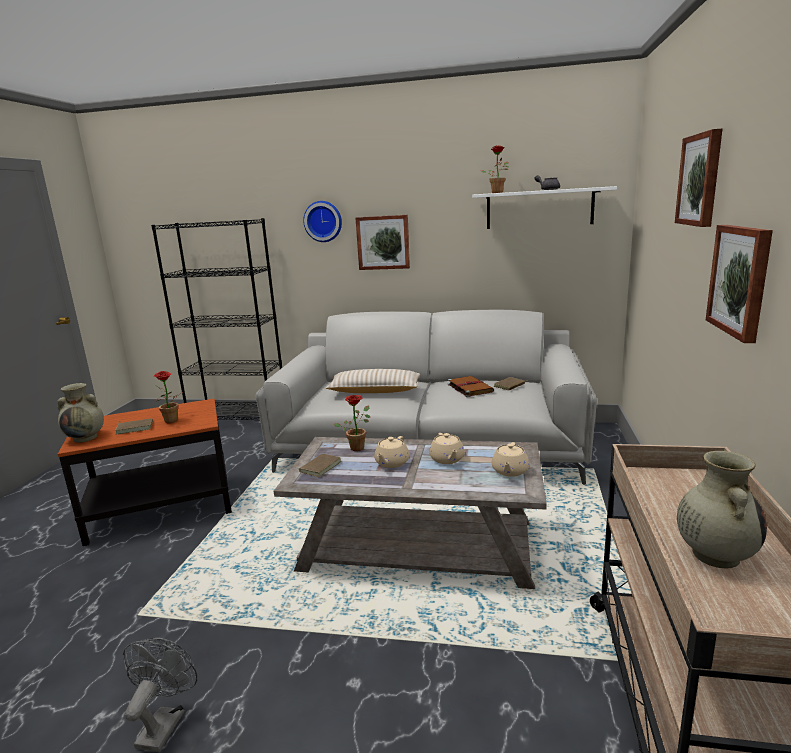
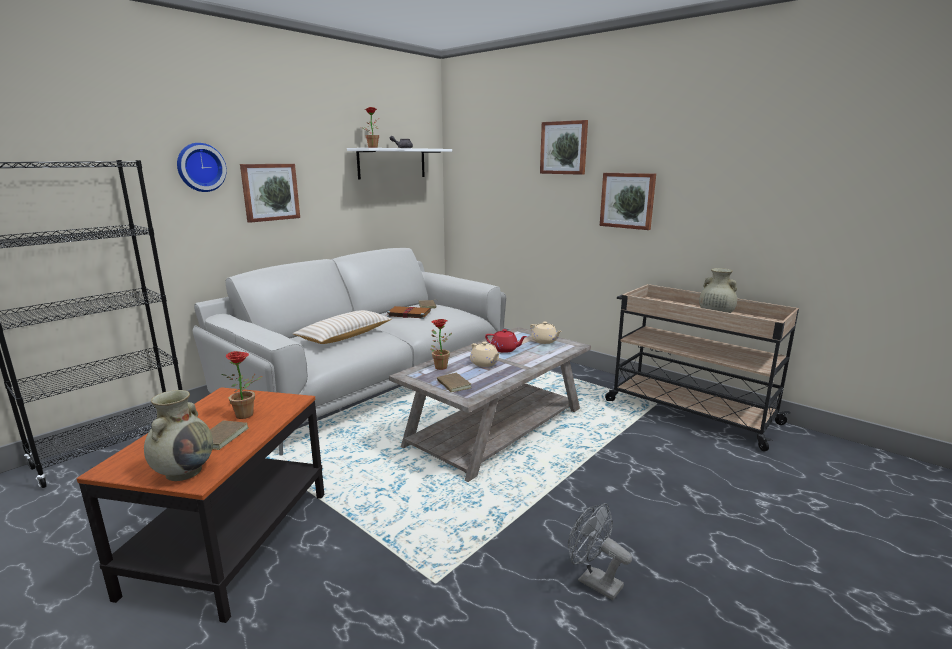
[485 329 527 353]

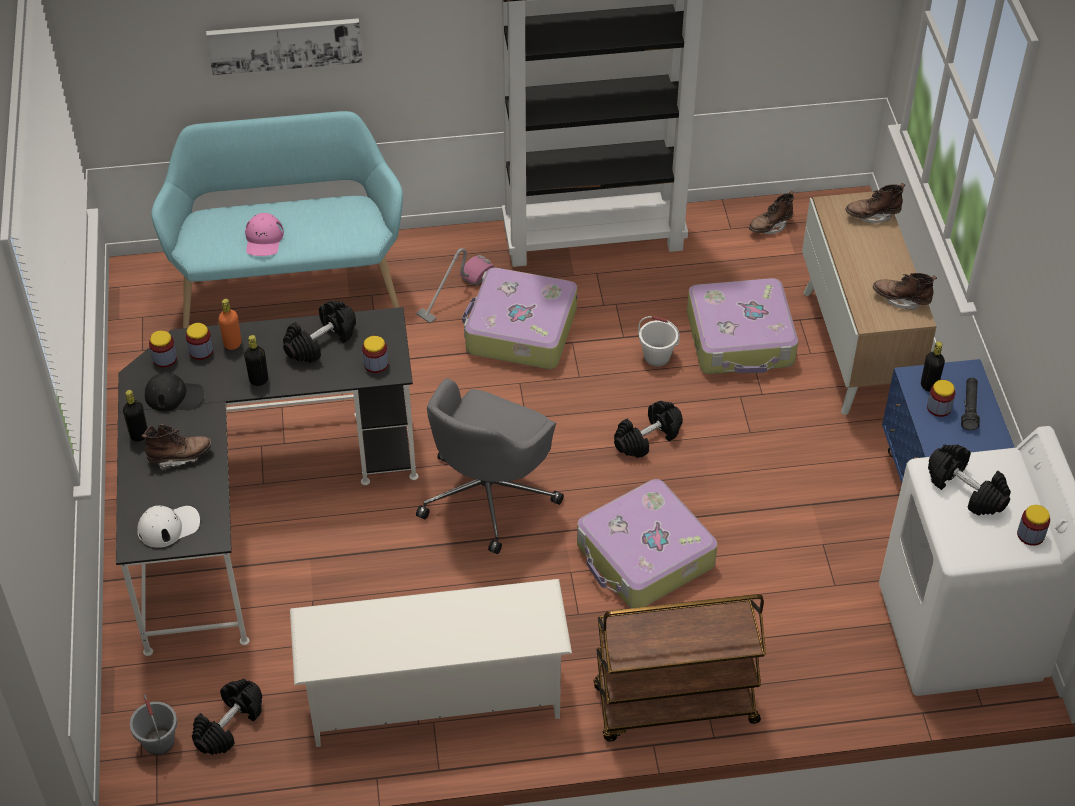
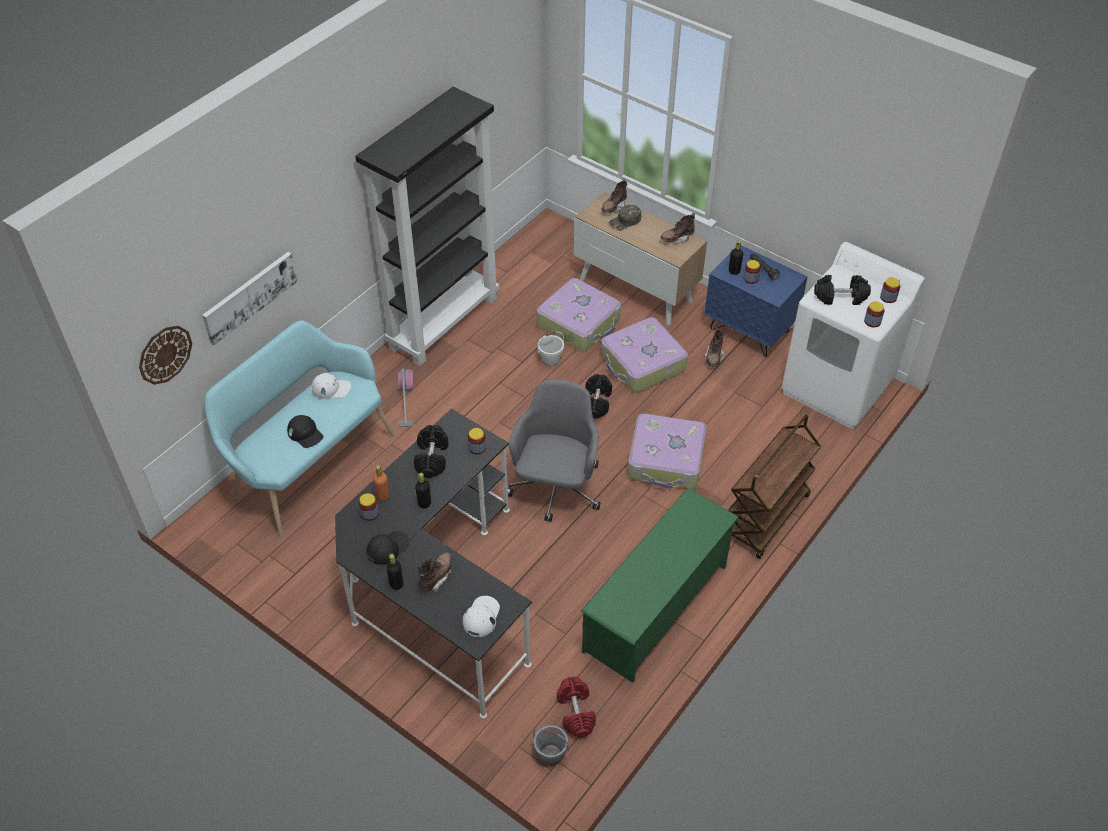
[139 326 192 385]
[287 415 324 448]
[311 373 351 399]
[508 380 600 522]
[557 677 596 738]
[581 488 739 683]
[601 317 688 393]
[609 205 641 231]
[704 328 724 367]
[864 302 884 328]

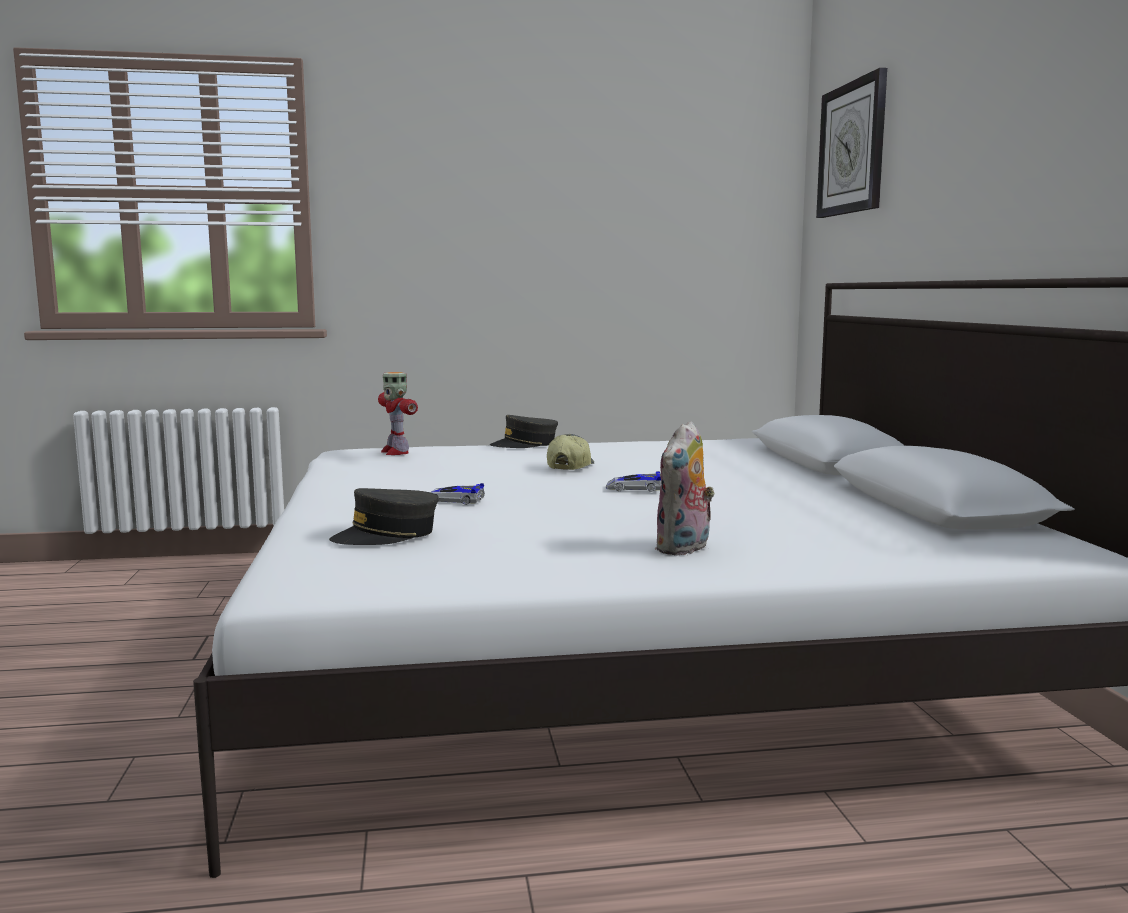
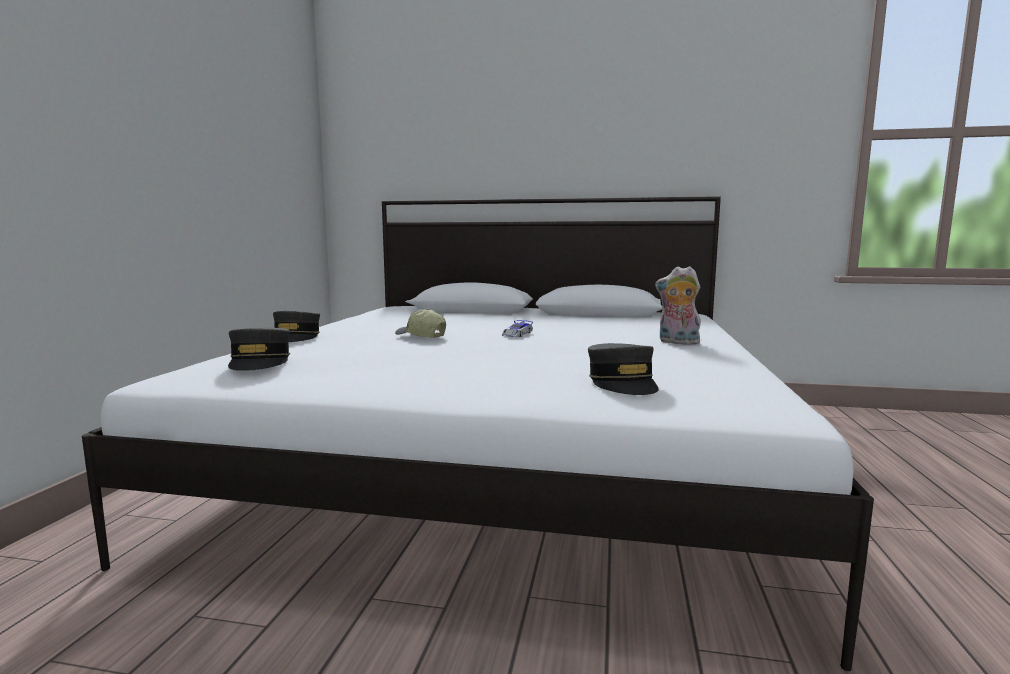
[228 328 290 371]
[655 266 701 345]
[430 483 485 505] (first image)
[816 68 887 218] (first image)

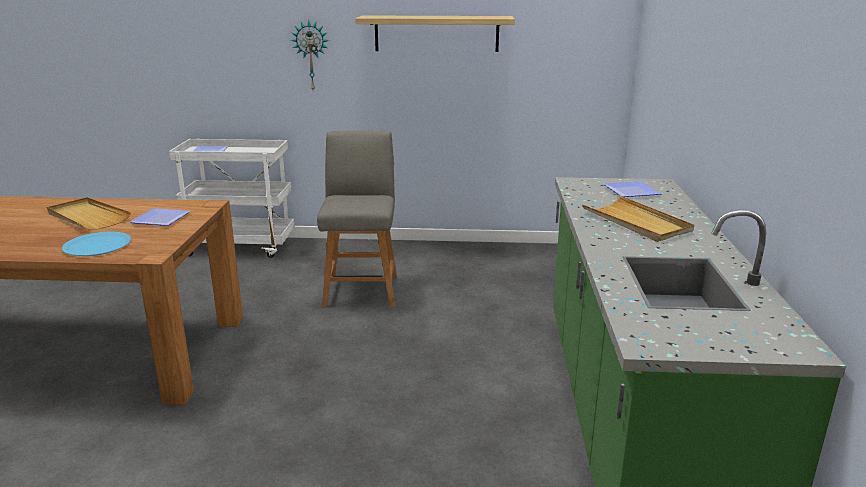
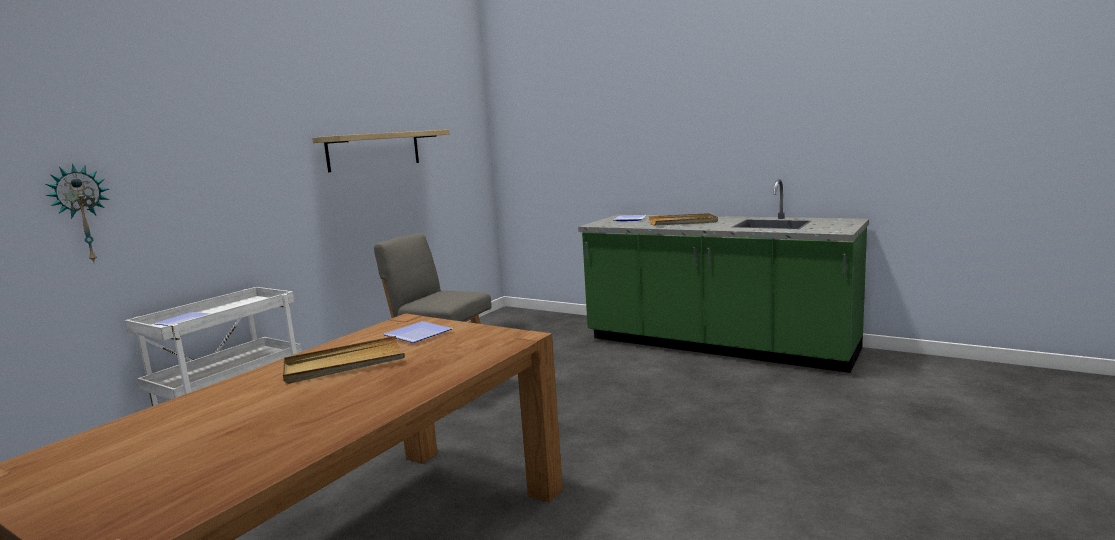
[45 164 110 264]
[62 232 131 256] (first image)

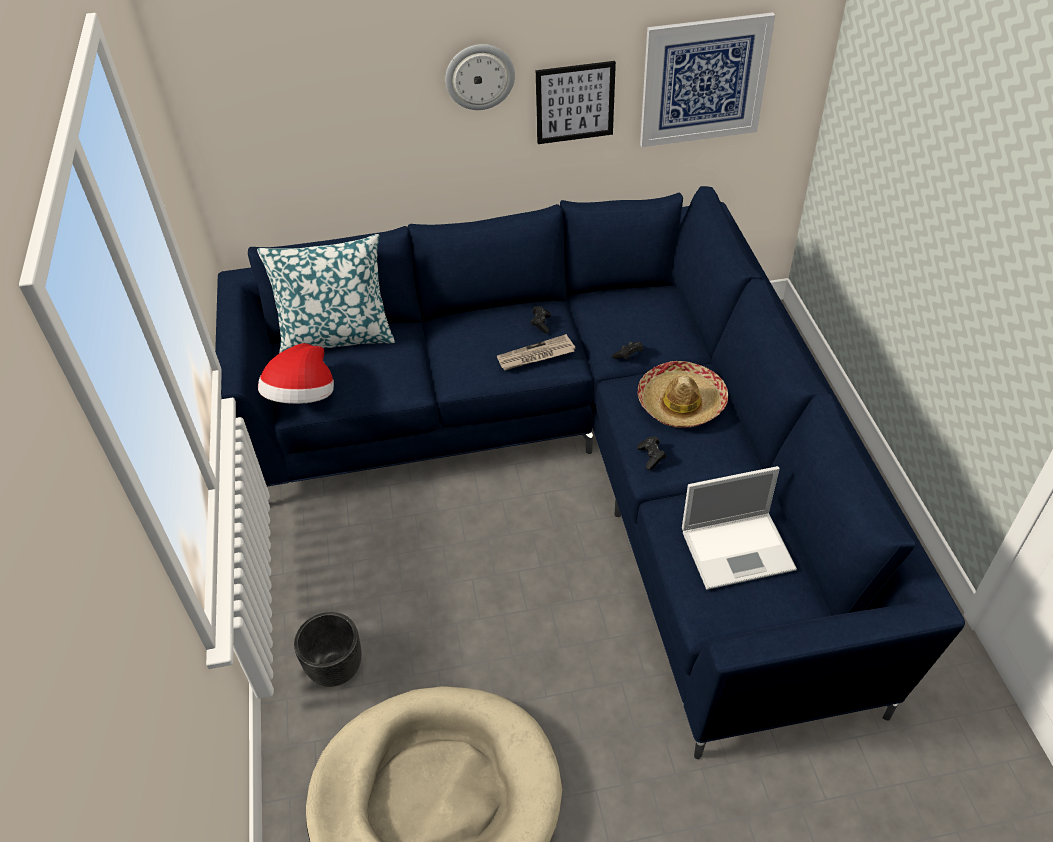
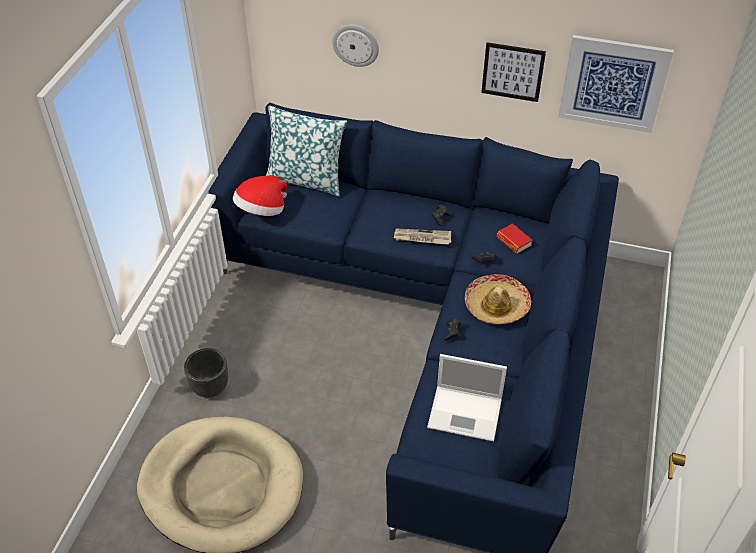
[332 24 379 67]
[496 223 533 254]

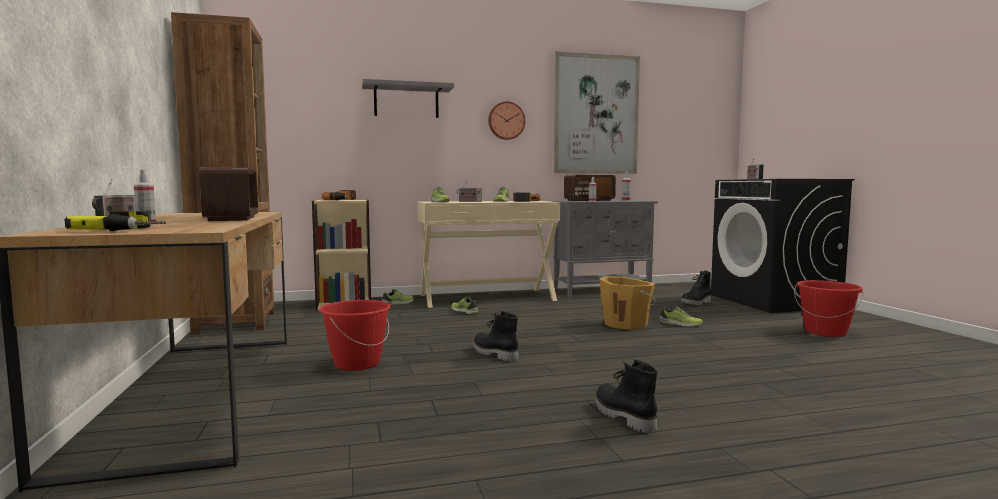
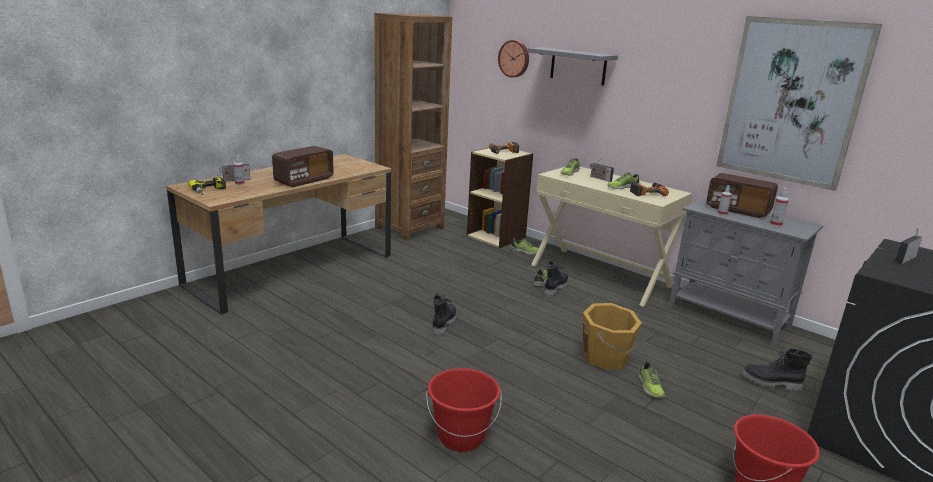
[426 368 502 452]
[498 40 529 78]
[544 260 568 296]

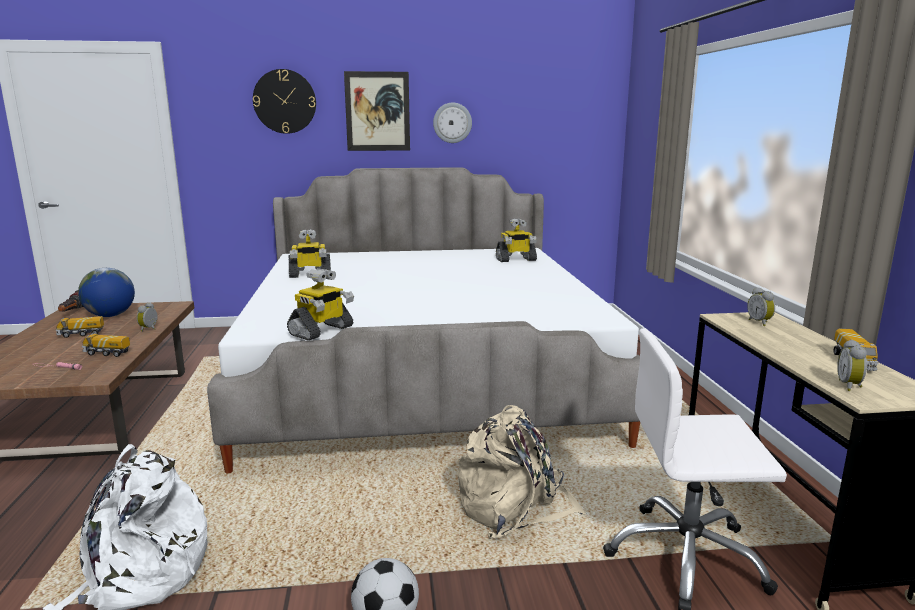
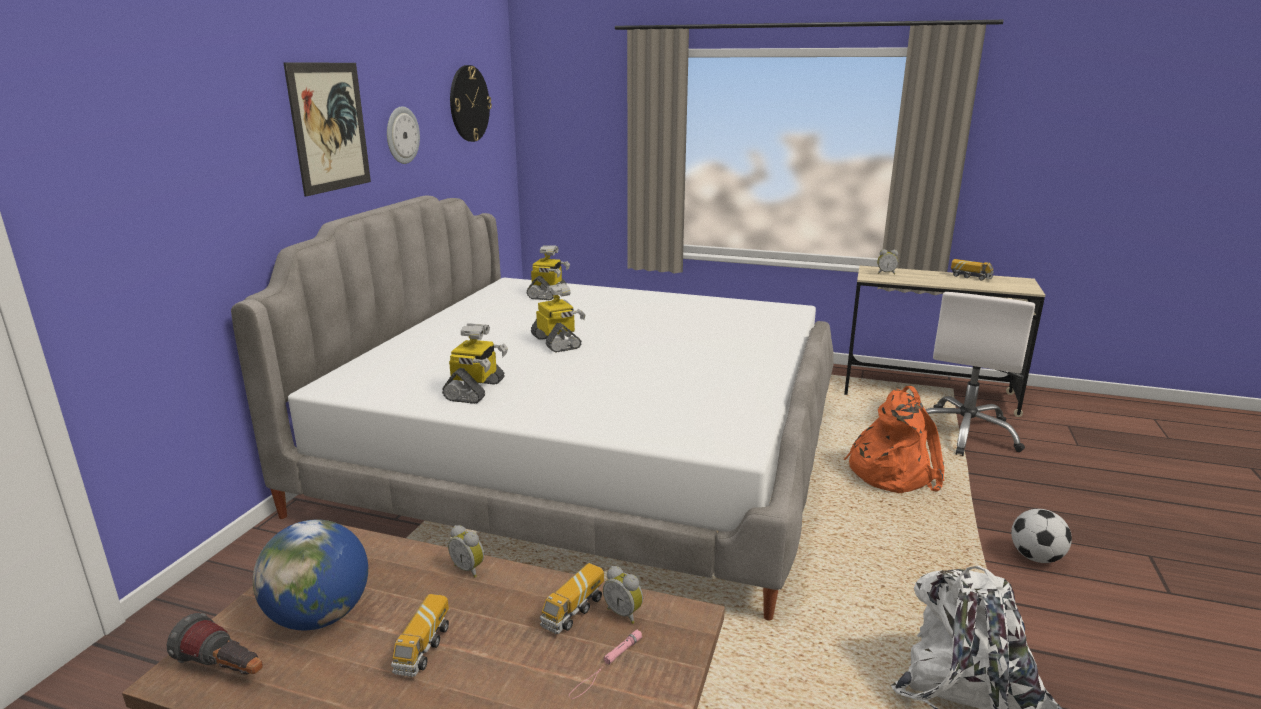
[450 65 492 142]
[531 283 585 352]
[603 566 643 624]
[844 386 944 493]

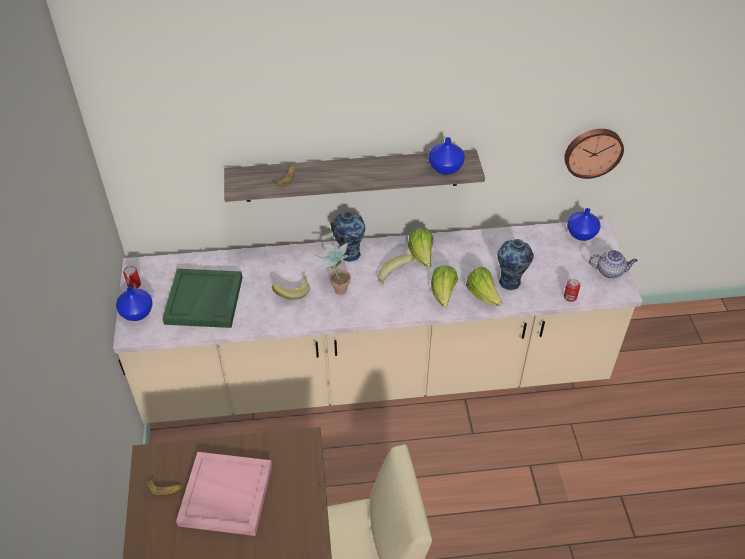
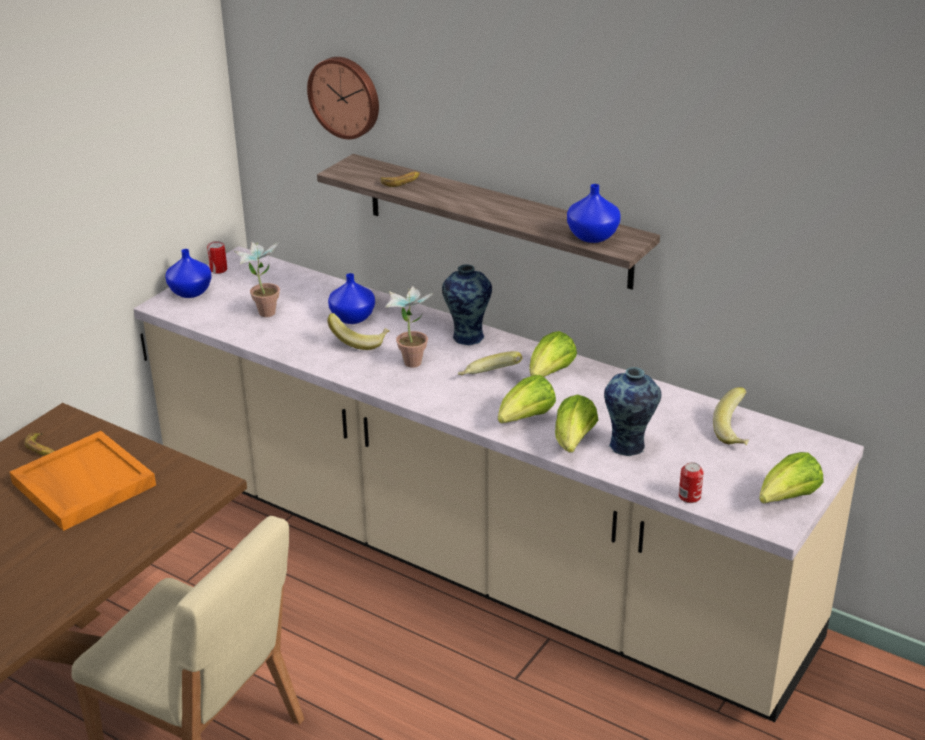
[10 431 156 531]
[233 241 280 317]
[307 57 379 139]
[328 273 375 324]
[713 387 749 445]
[759 452 824 504]

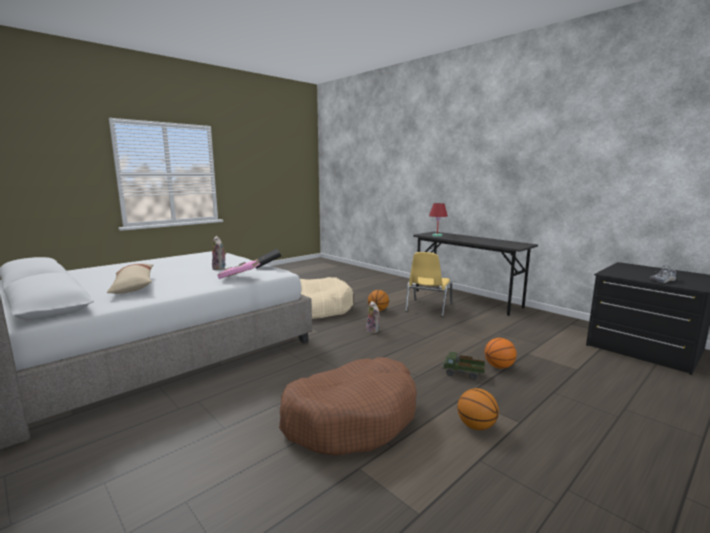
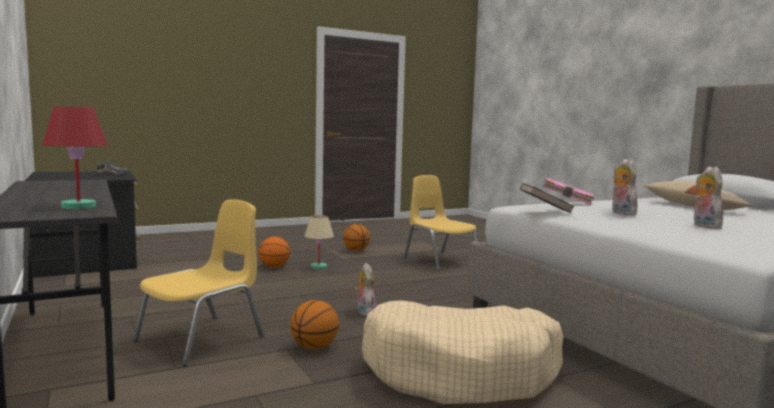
[305 215 334 269]
[404 175 477 270]
[694 166 723 229]

